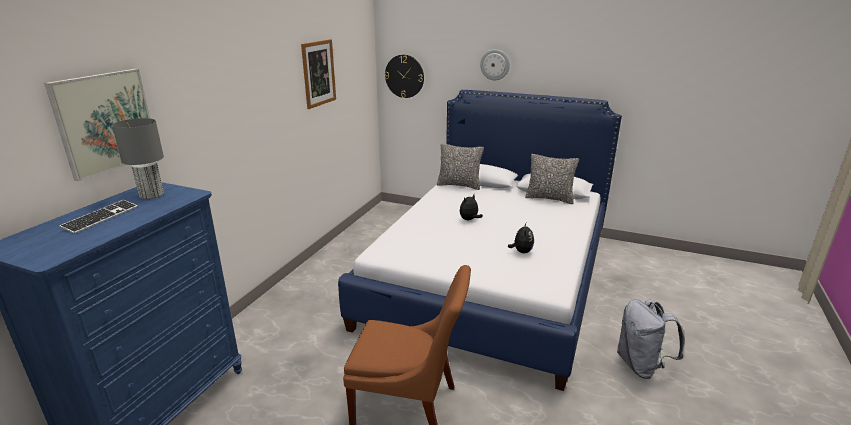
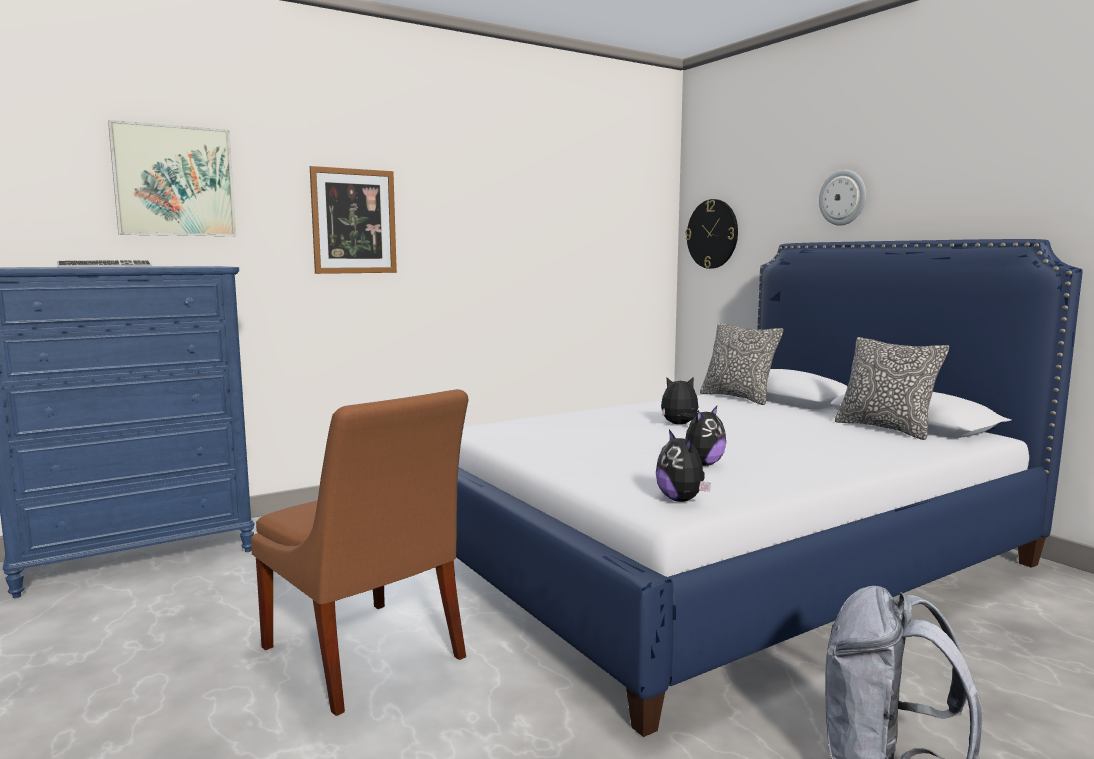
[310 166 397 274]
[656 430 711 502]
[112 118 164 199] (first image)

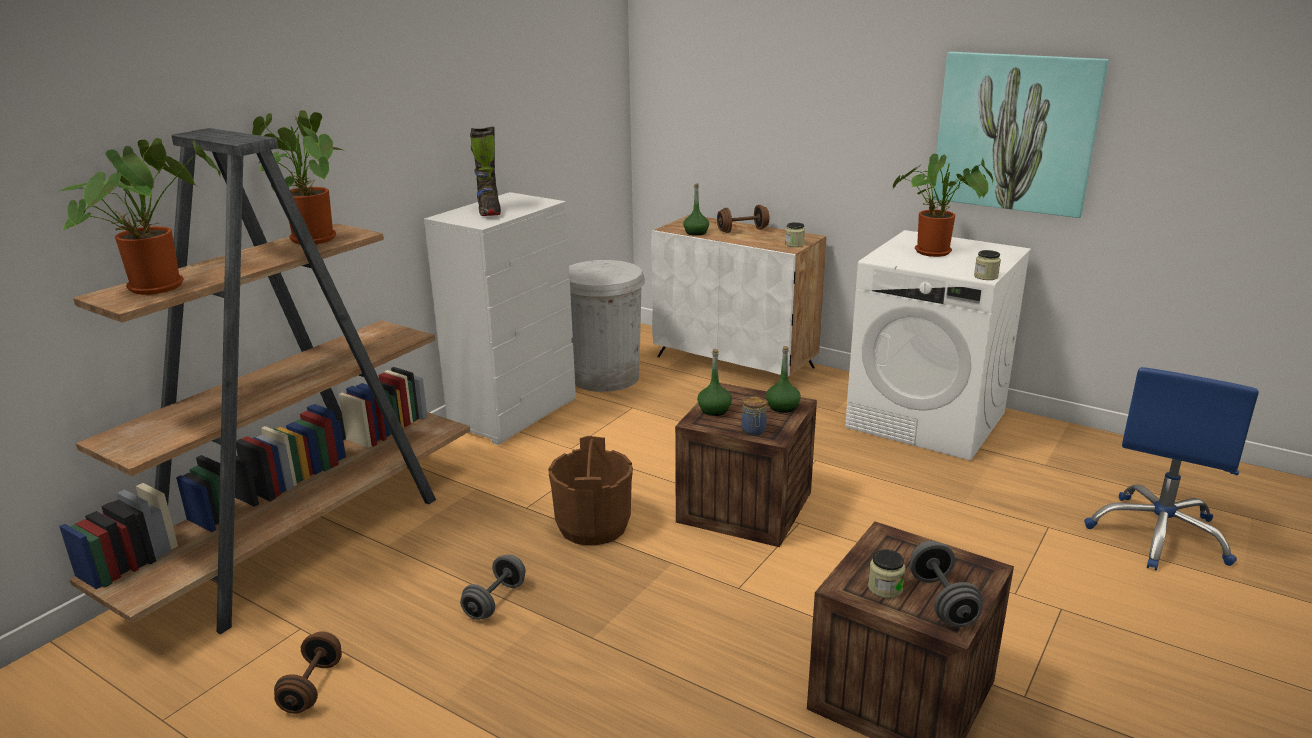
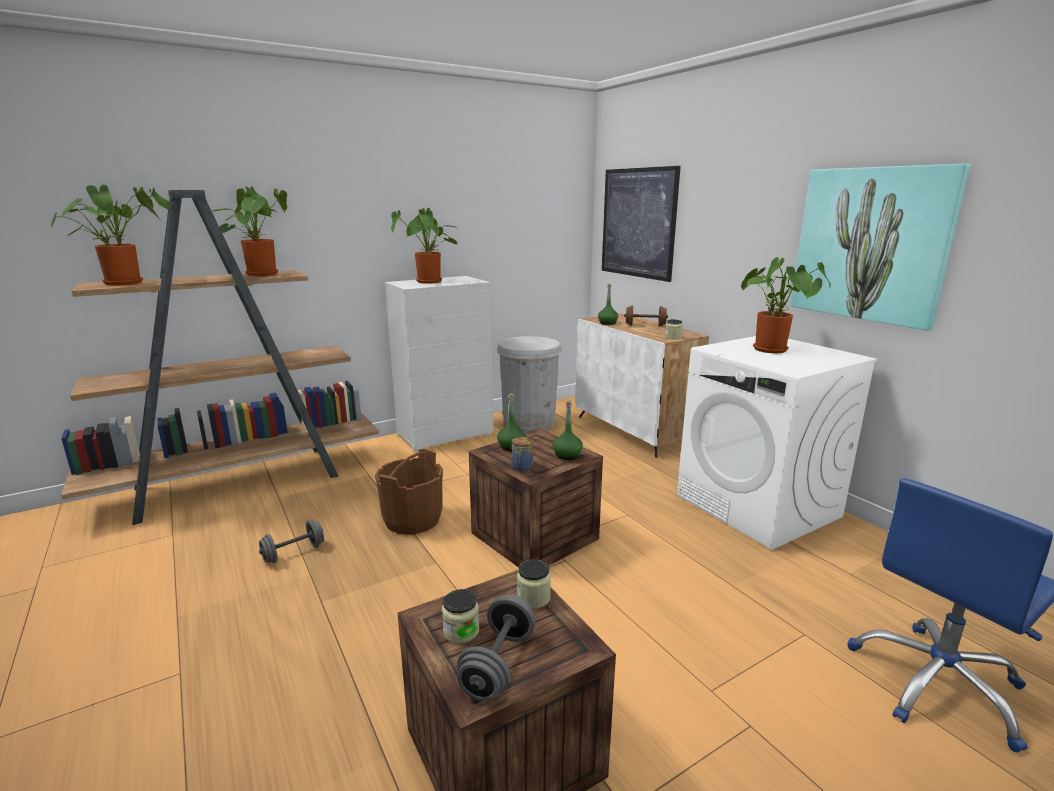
[391 207 458 284]
[517 560 551 608]
[602 166 681 282]
[274 631 342 714] (first image)

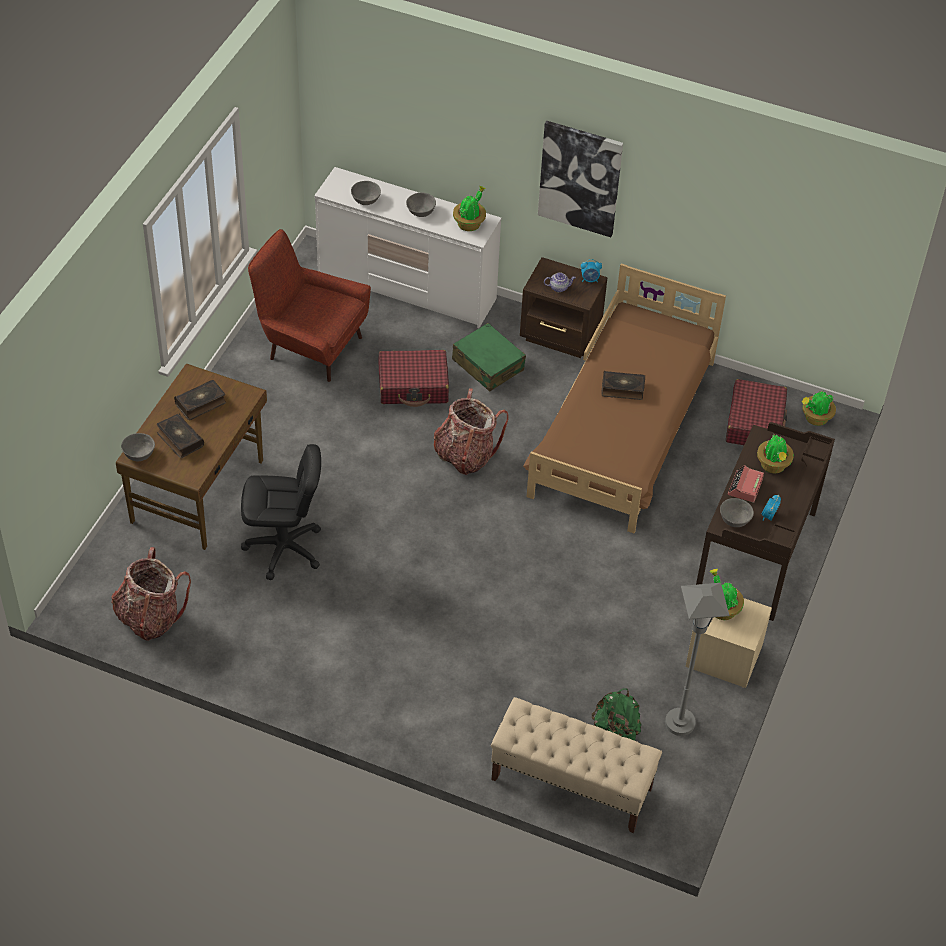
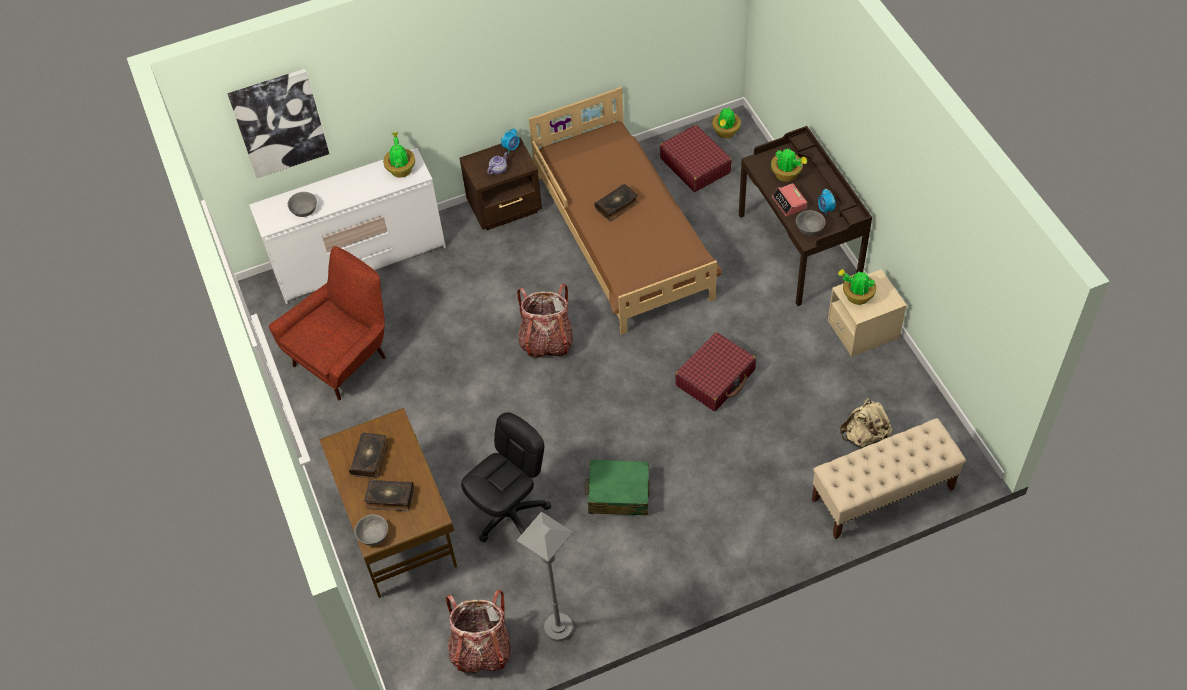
[227 69 329 178]
[269 246 386 400]
[517 512 573 641]
[585 459 650 516]
[675 332 756 411]
[840 398 893 448]
[406 193 436 217] (first image)

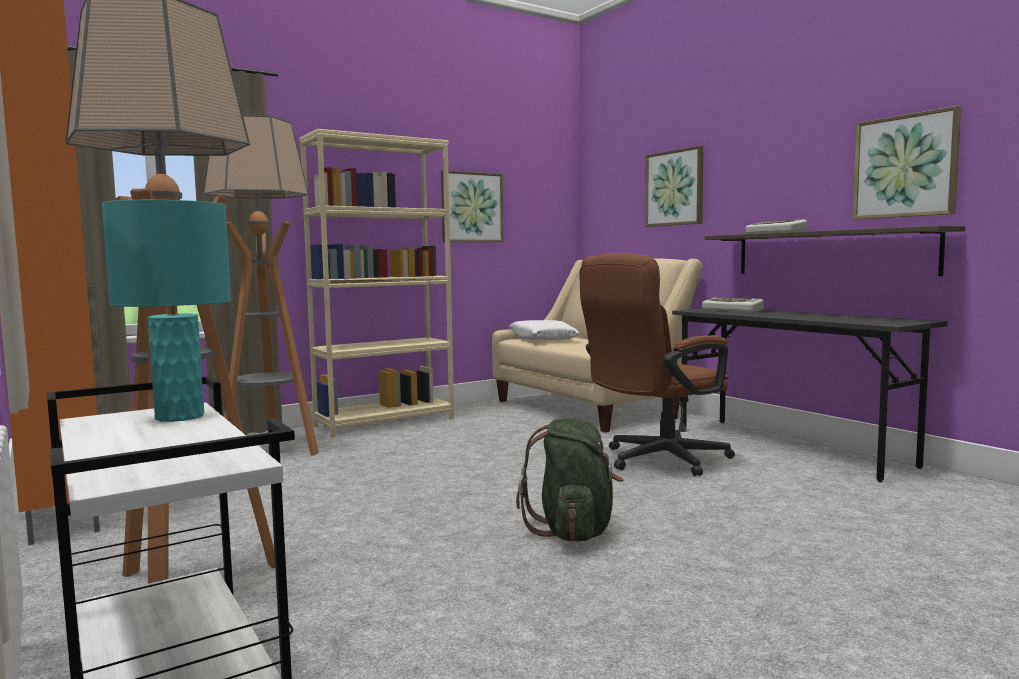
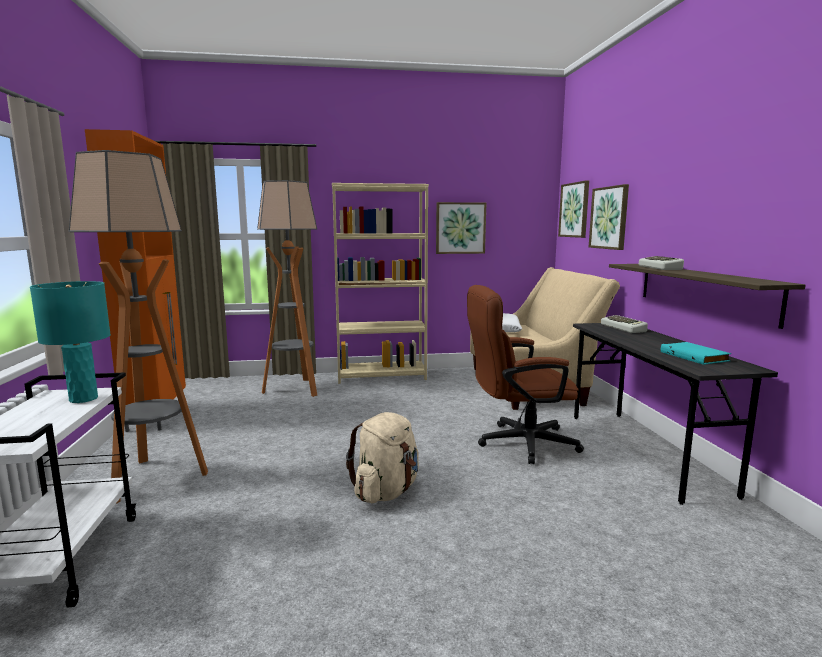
[346 412 419 503]
[558 181 589 238]
[660 342 731 365]

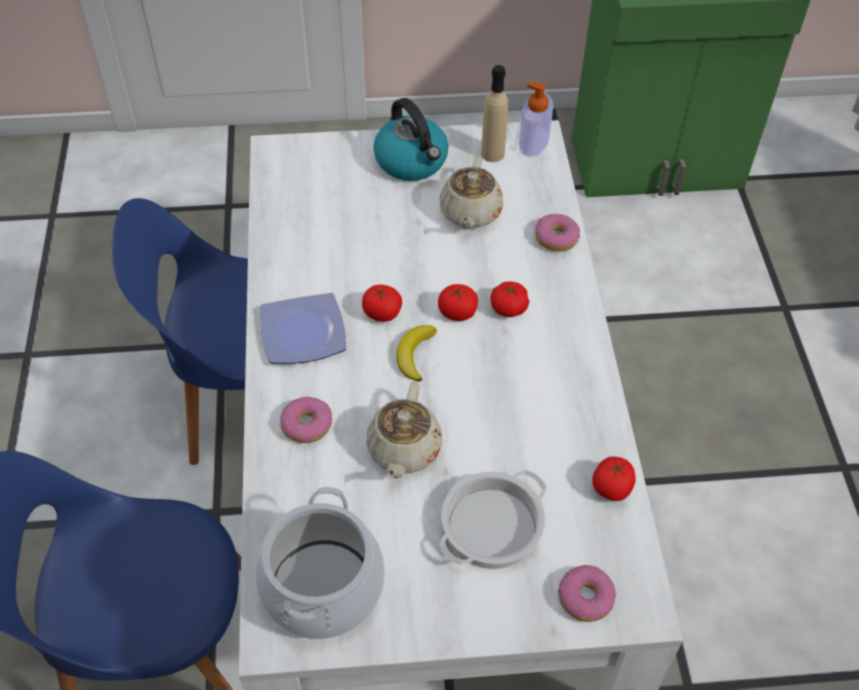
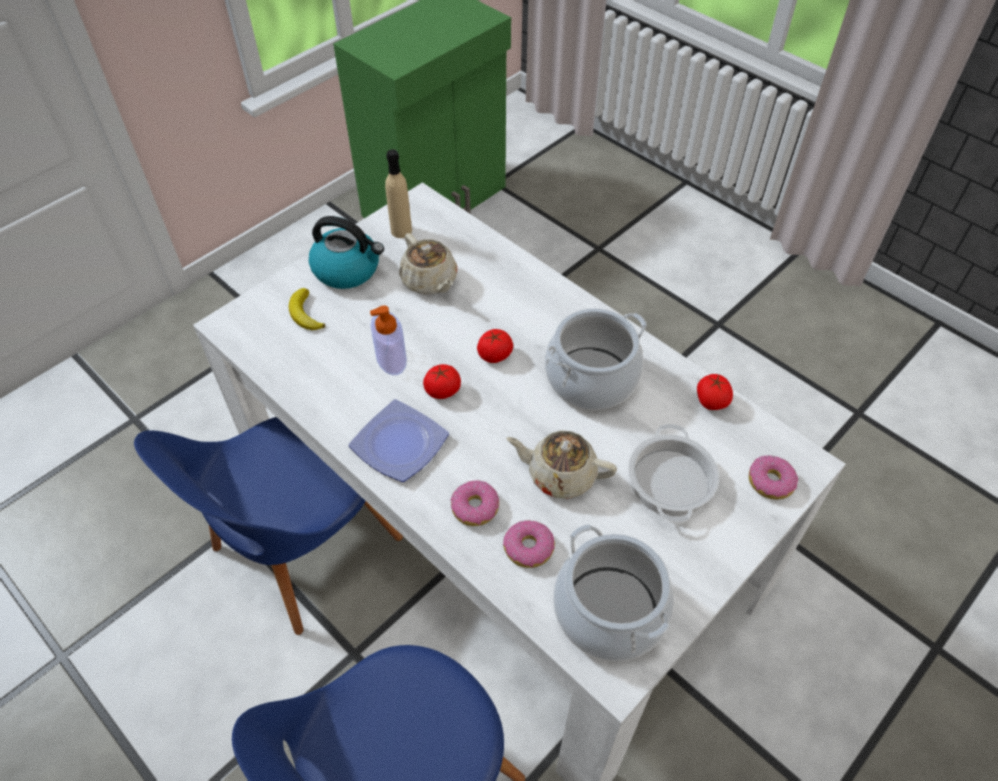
[289 288 325 330]
[370 305 407 375]
[503 520 555 568]
[506 430 617 499]
[545 309 647 410]
[490 281 529 317] (first image)

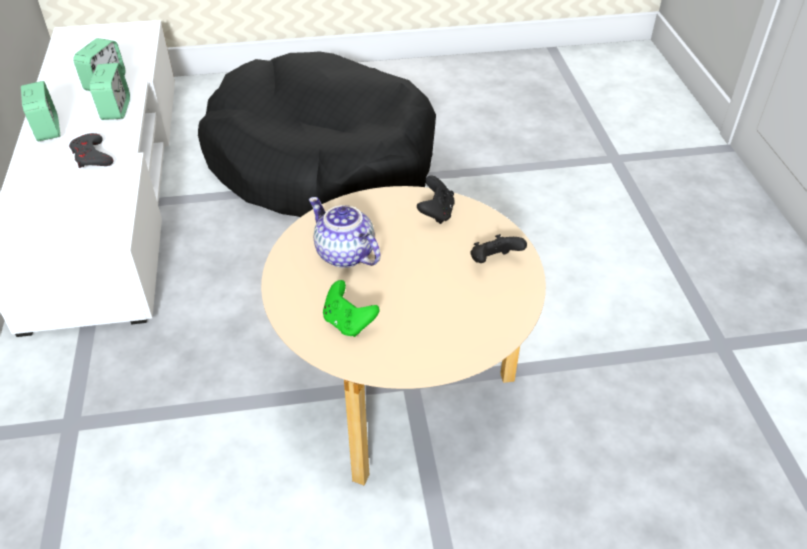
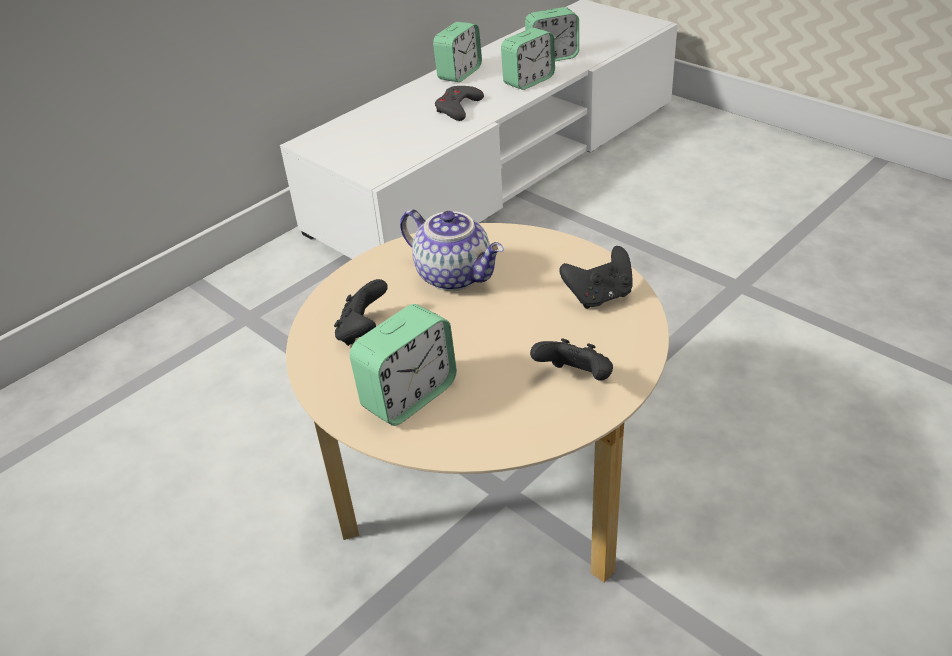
[334 279 388 346]
[350 304 457 426]
[400 209 504 291]
[198 51 436 217] (first image)

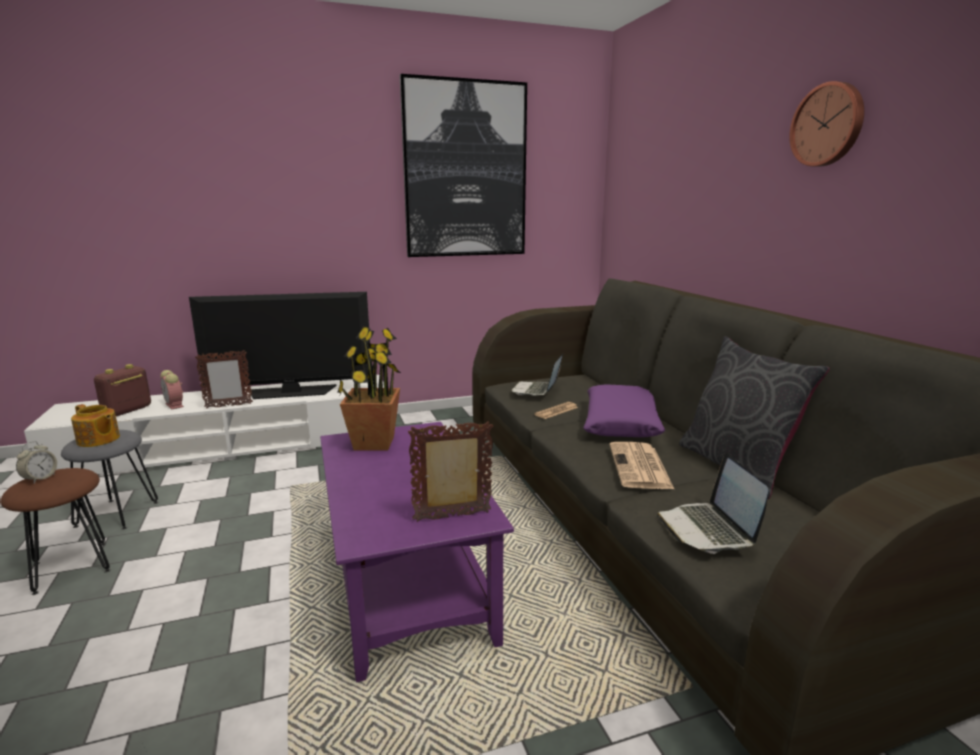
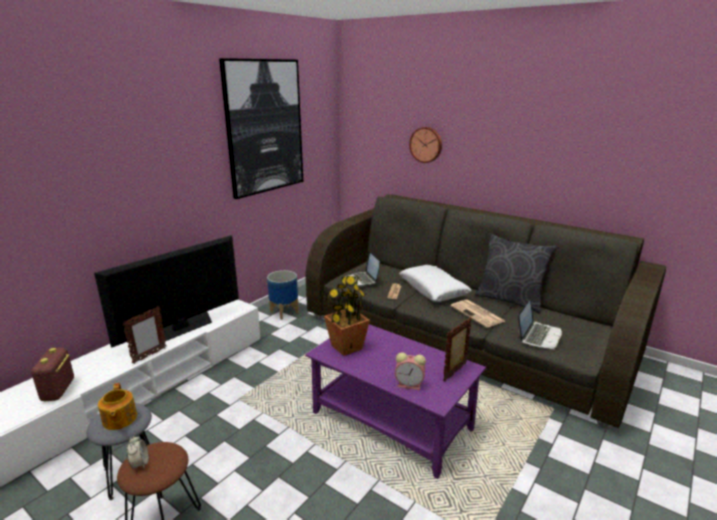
[98 383 137 430]
[267 270 299 320]
[395 353 426 390]
[399 265 471 302]
[409 127 442 163]
[518 301 562 349]

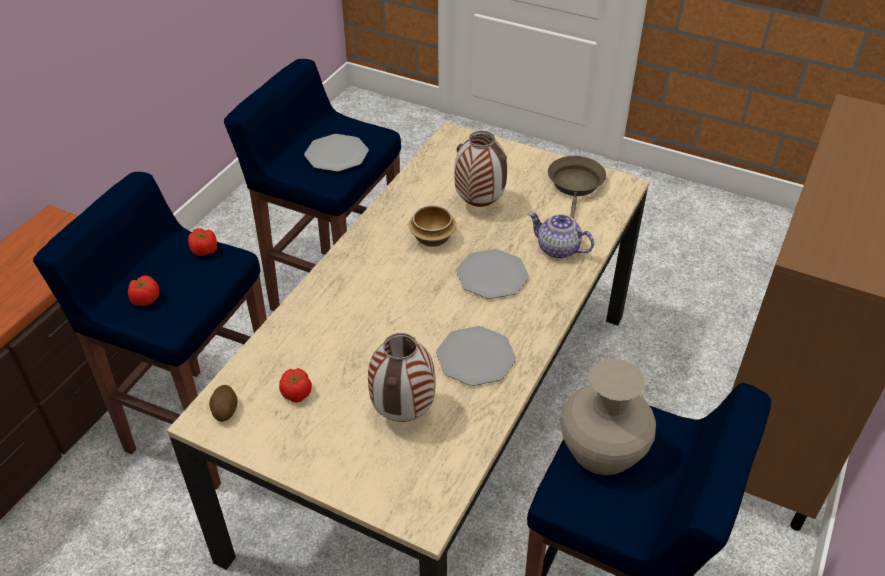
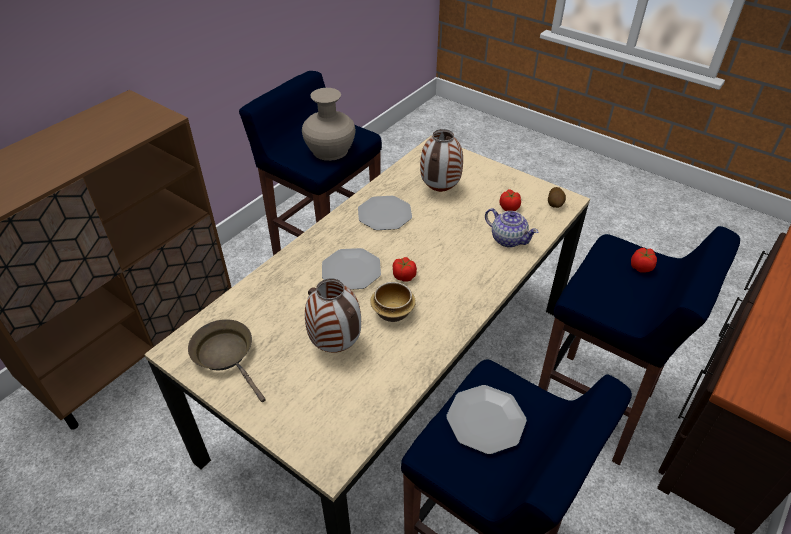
[188 319 266 402]
[393 257 417 282]
[485 208 538 247]

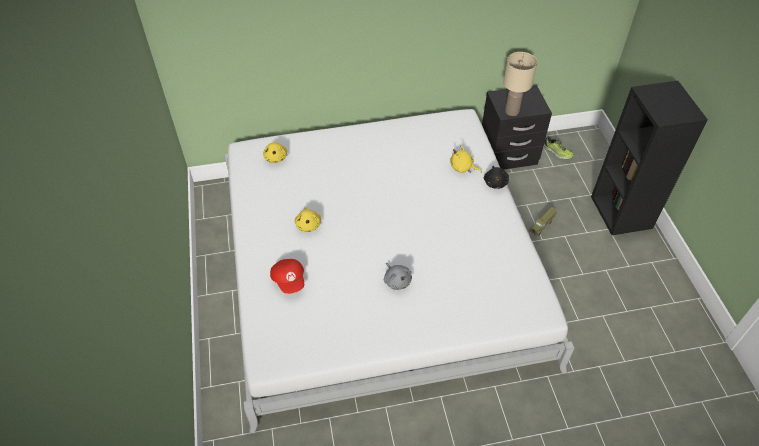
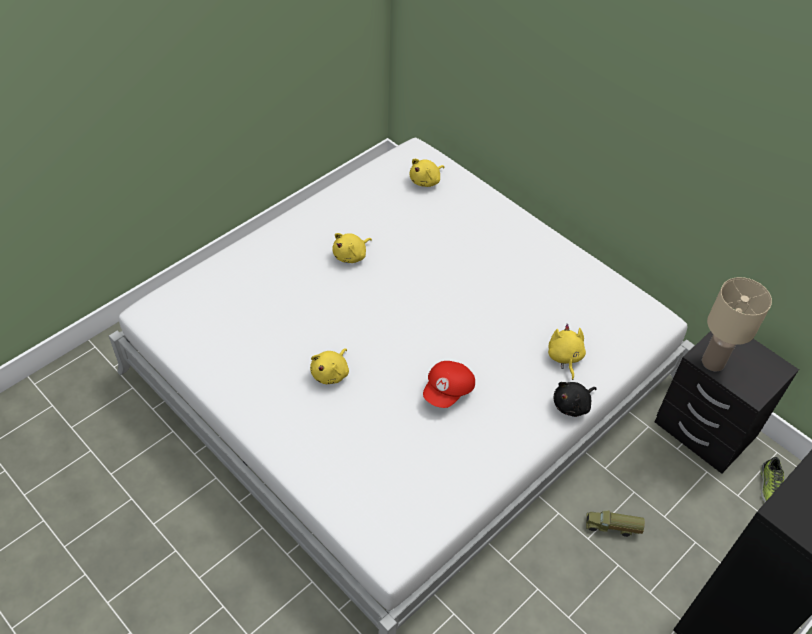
[310 348 349 384]
[423 361 475 408]

